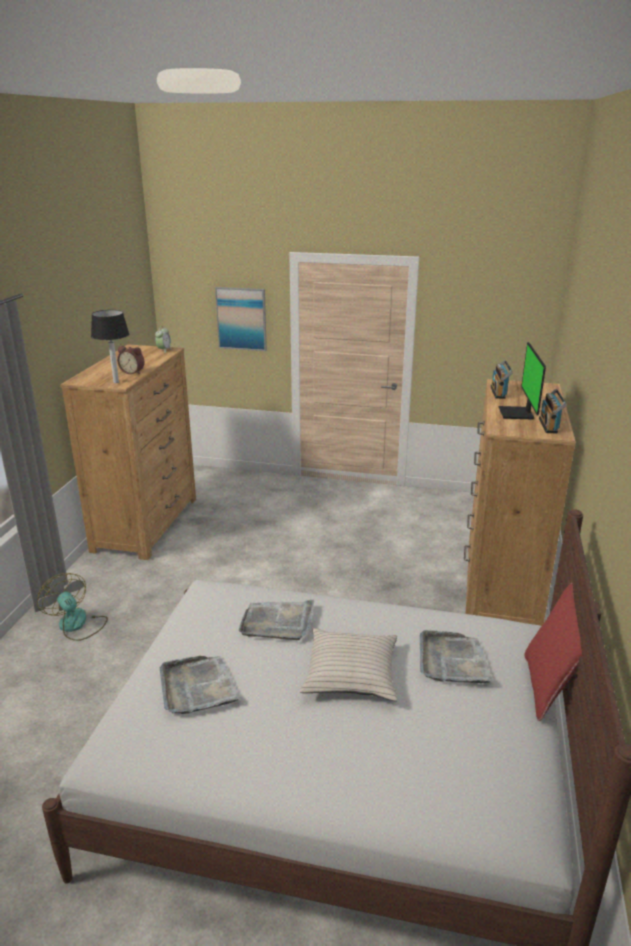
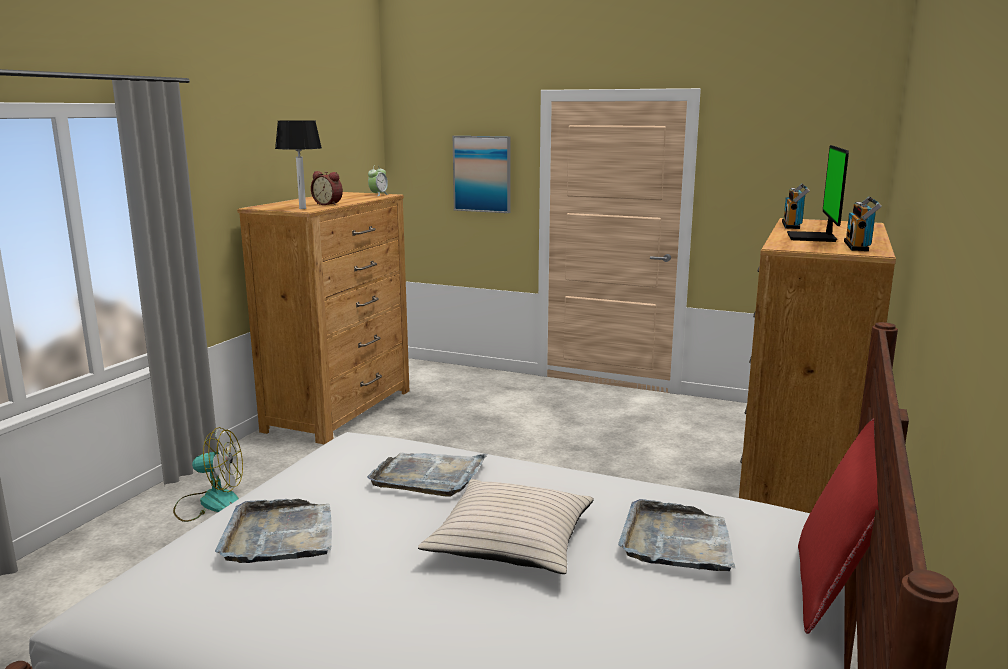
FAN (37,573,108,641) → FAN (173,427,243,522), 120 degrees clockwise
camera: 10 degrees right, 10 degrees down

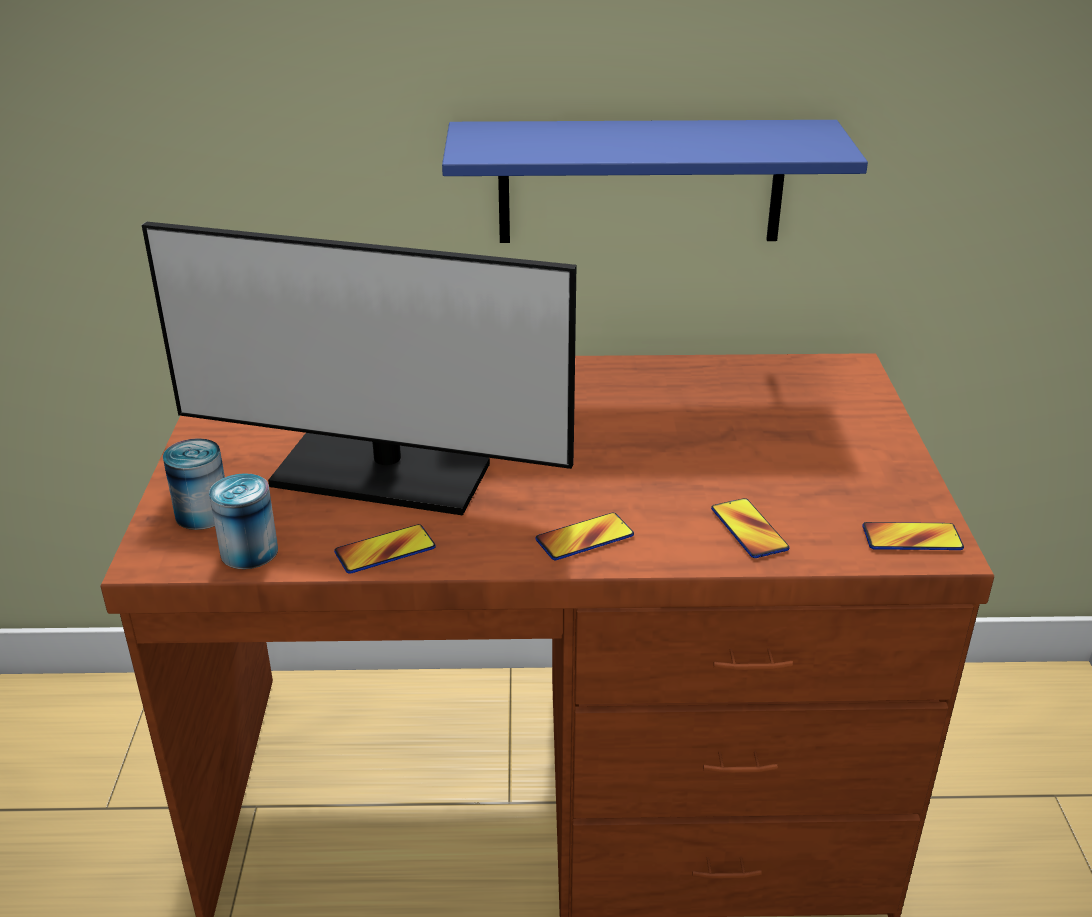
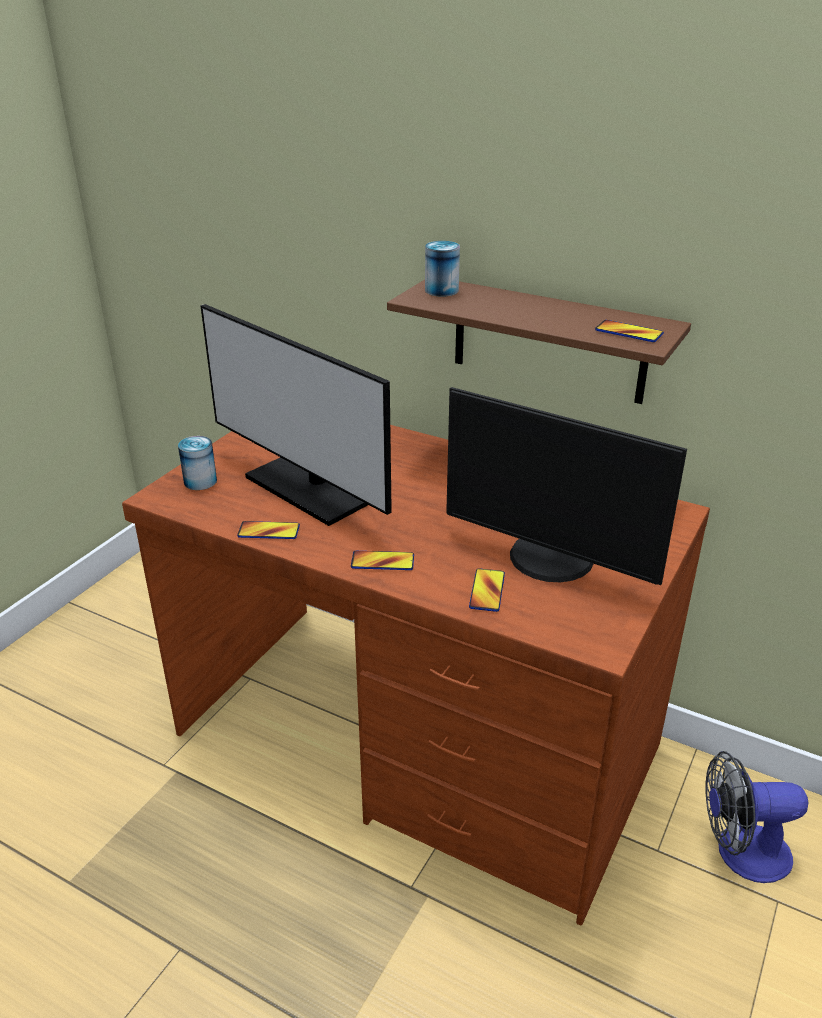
- → MONITOR (446,387,687,585)
- → FAN (705,751,809,883)
CAN (209,473,278,569) → CAN (425,241,460,297), moved
PHONE (862,522,964,550) → PHONE (595,320,664,342), moved
BLUE SHELF (442,120,868,243) → BROWN SHELF (387,280,691,404)
camera: 30 degrees right, 0 degrees up

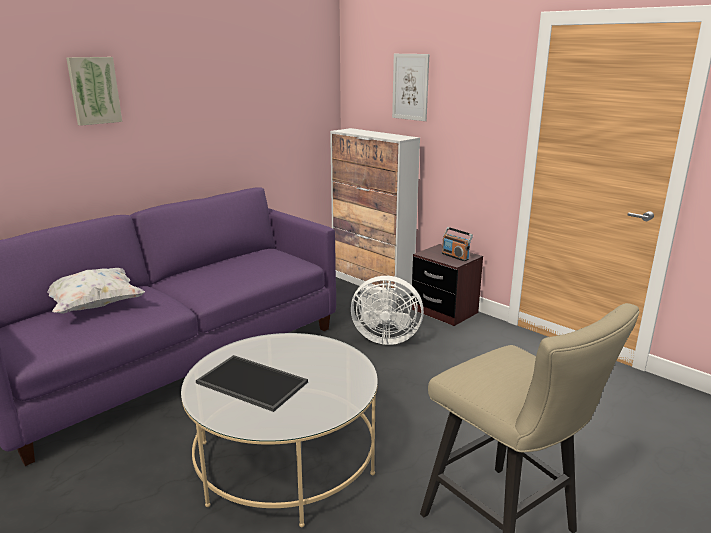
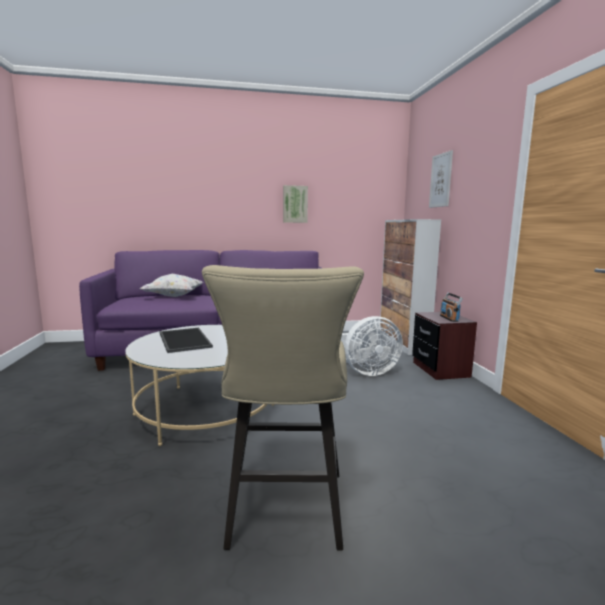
PICTURE (66,57,122,126) → PICTURE (283,185,308,223), moved
WHITE FAN (351,276,424,345) → WHITE FAN (341,316,403,376), 60 degrees counterclockwise
camera: 35 degrees right, 10 degrees down

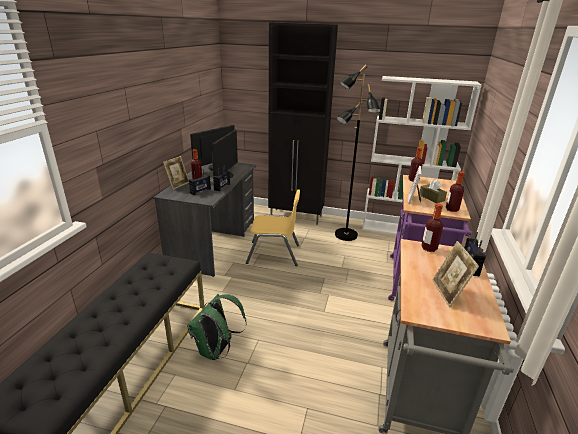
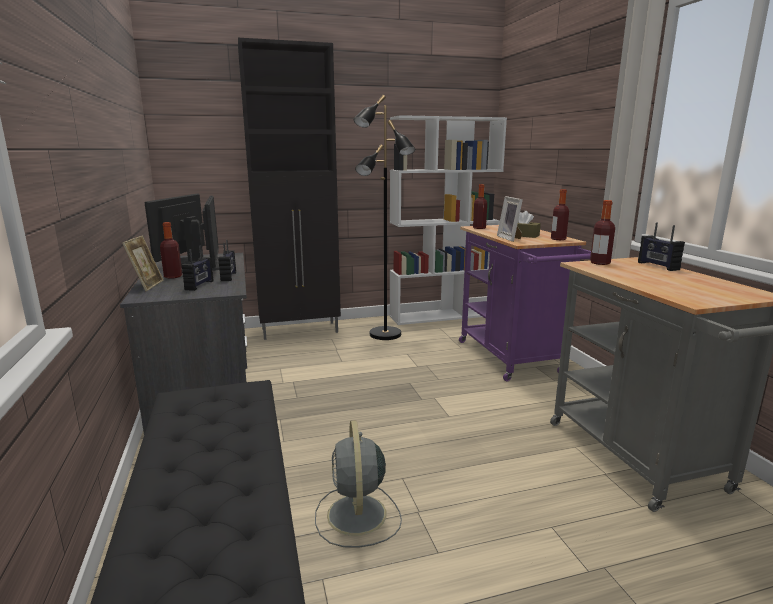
YELLOW CHAIR (246,189,300,266) → -
PICTURE FRAME (432,241,479,307) → -
GREEN BACKPACK (187,294,247,360) → GREY FAN (315,420,402,548)
camera: 30 degrees left, 10 degrees down

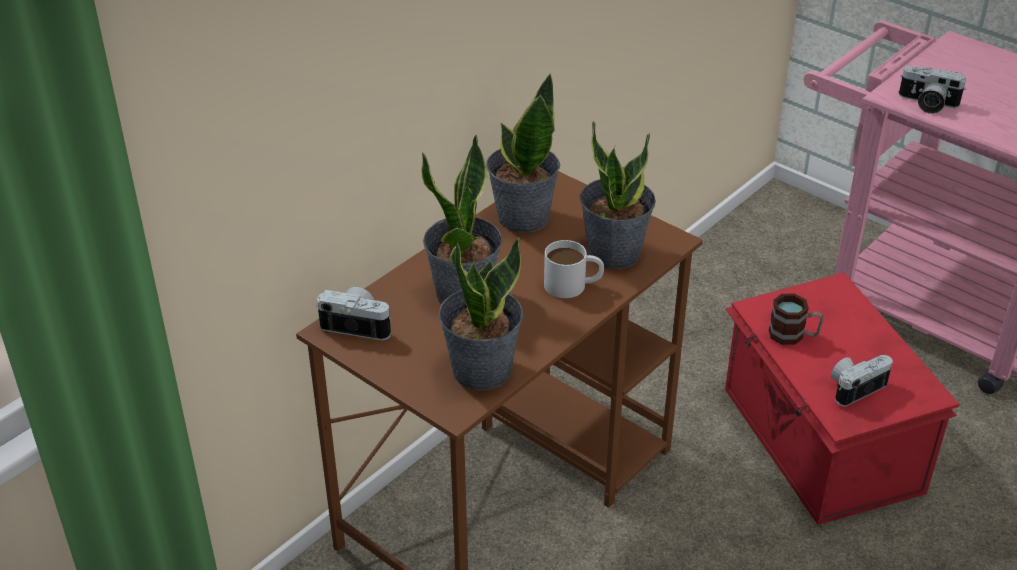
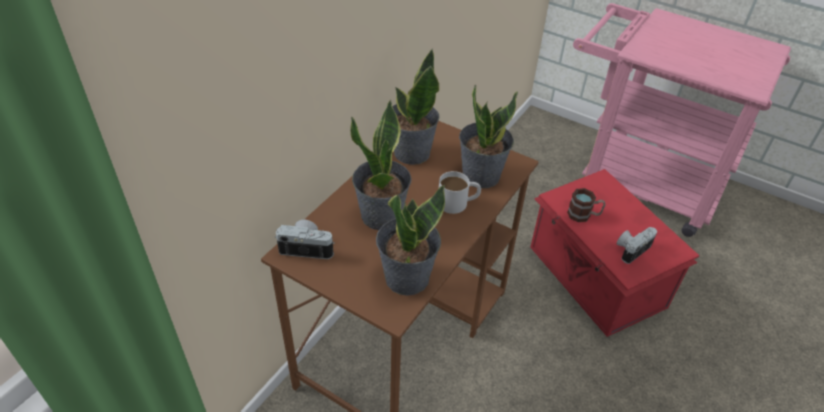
PHOTO CAMERA (898,66,966,114) → -
camera: 10 degrees left, 5 degrees up

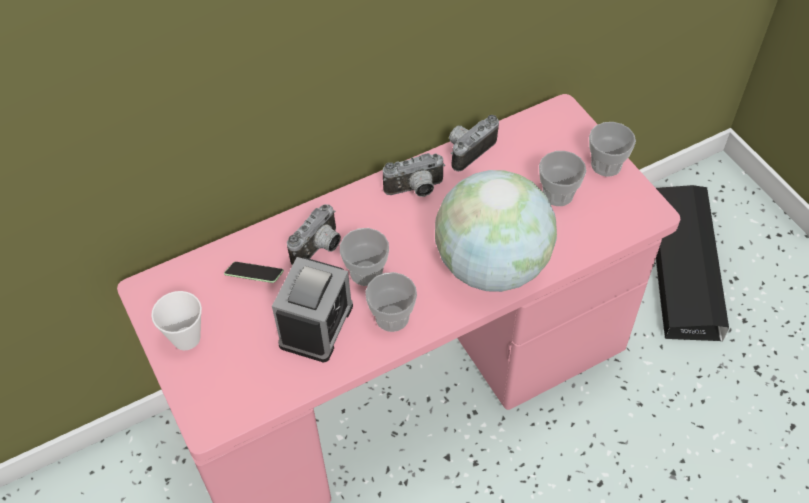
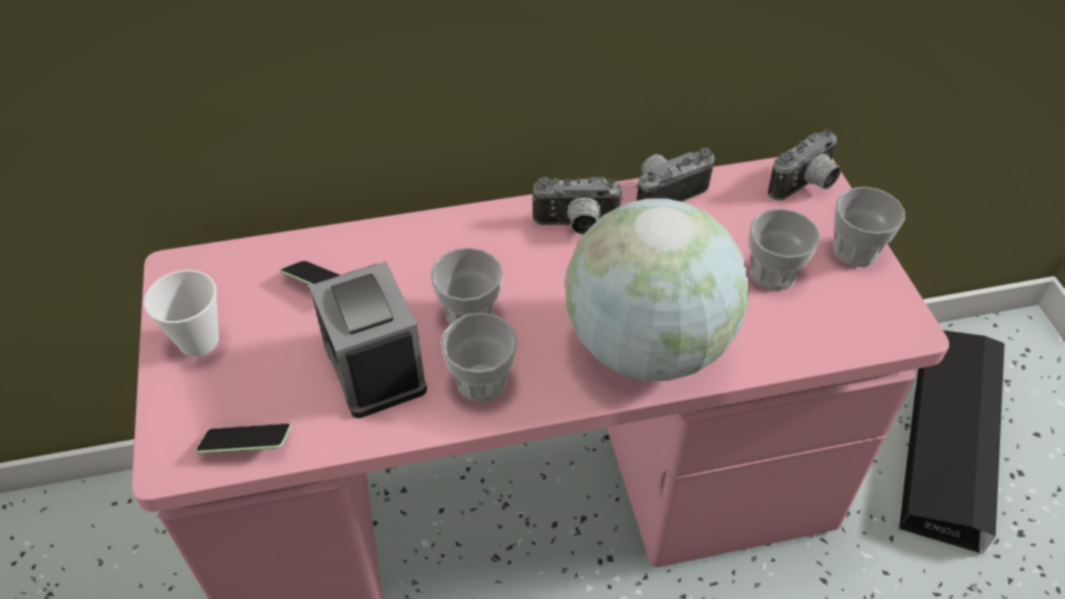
- → PHONE (195,423,291,454)
PHOTO CAMERA (287,204,341,265) → PHOTO CAMERA (768,129,841,201), moved
ALARM CLOCK (272,257,353,362) → ALARM CLOCK (309,261,427,418), 120 degrees clockwise
camera: 15 degrees right, 5 degrees down

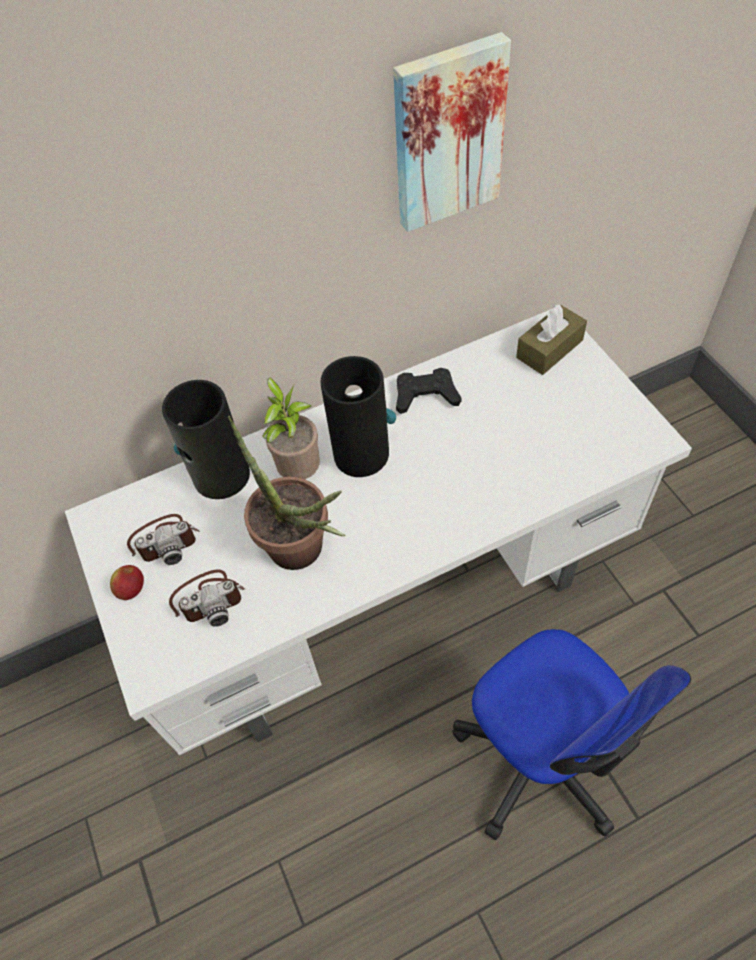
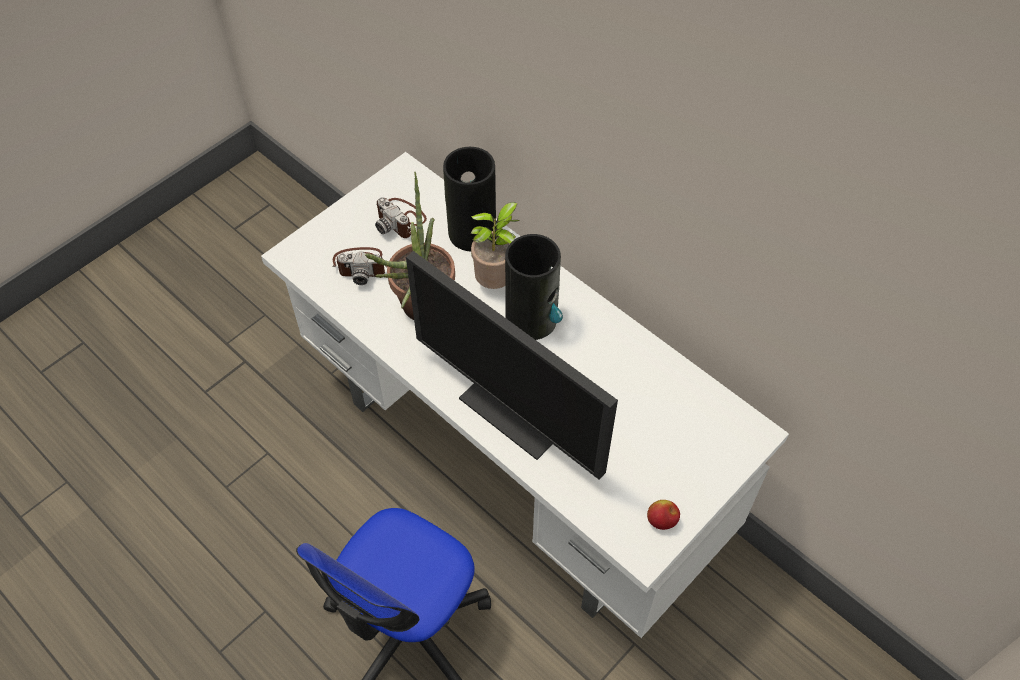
PICTURE (393,32,511,232) → -
BLACK GAME CONTROLLER (396,368,462,414) → -
BROWN TISSUE BOX (516,304,587,375) → -
- → MONITOR (406,251,618,480)
APPLE (110,565,144,600) → APPLE (647,500,680,530), moved
PHOTO CAMERA (169,569,245,627) → PHOTO CAMERA (333,247,387,285), 45 degrees counterclockwise
camera: 65 degrees right, 0 degrees up

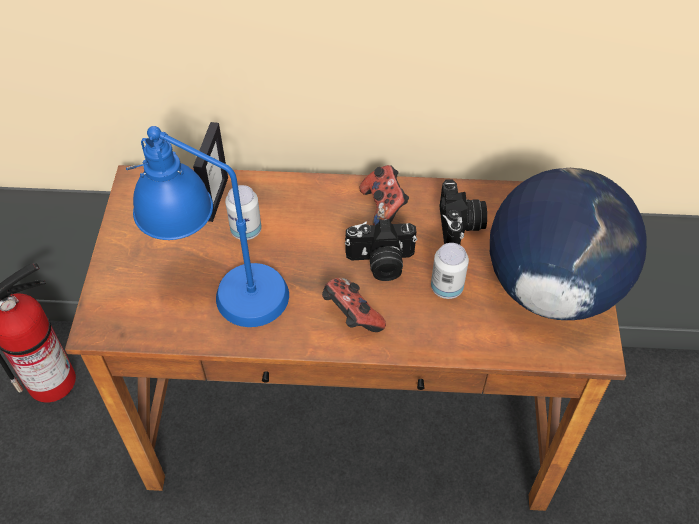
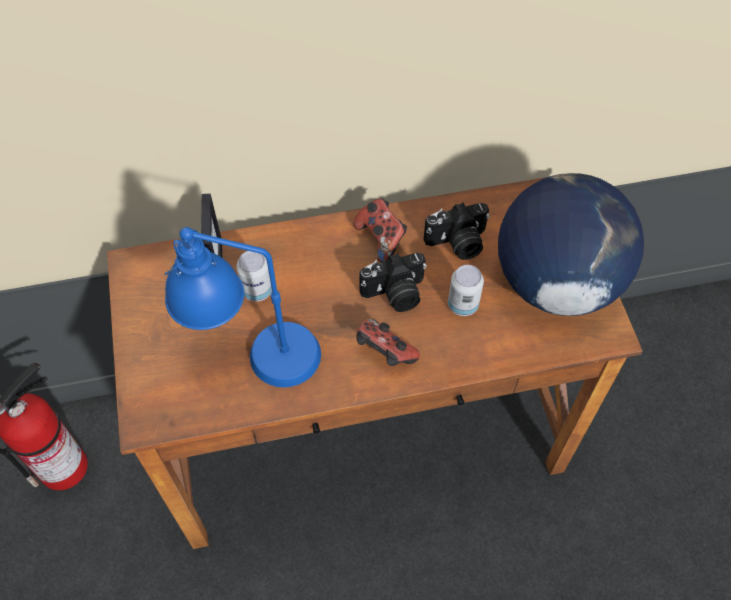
PHOTO CAMERA (440,179,487,245) → PHOTO CAMERA (424,202,490,260), 90 degrees clockwise
camera: 15 degrees left, 5 degrees up

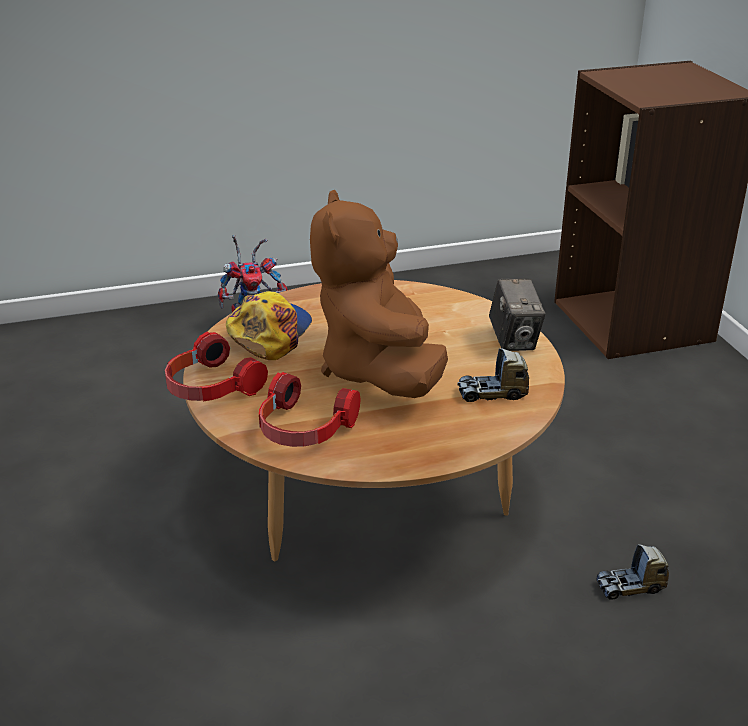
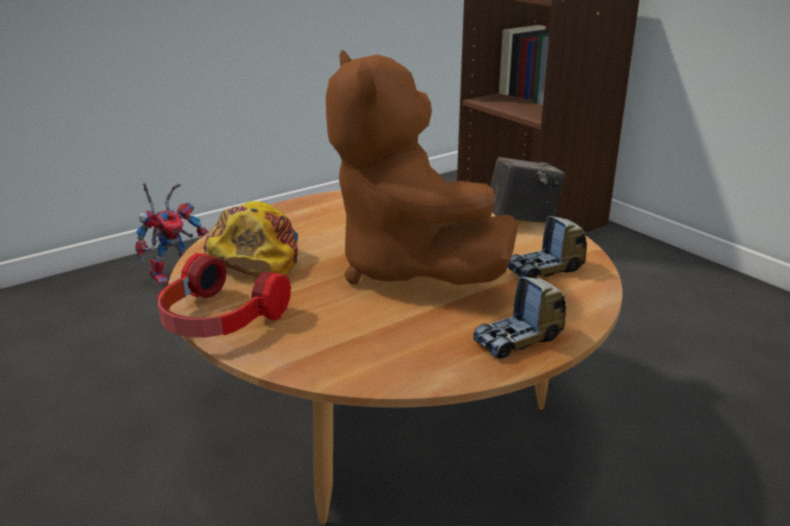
HEADPHONES (259,372,361,447) → -
TOY TRUCK (596,544,669,600) → TOY TRUCK (473,277,566,359), moved
PHOTO CAMERA (489,279,546,351) → PHOTO CAMERA (490,157,565,223), 75 degrees counterclockwise
camera: 20 degrees left, 5 degrees down

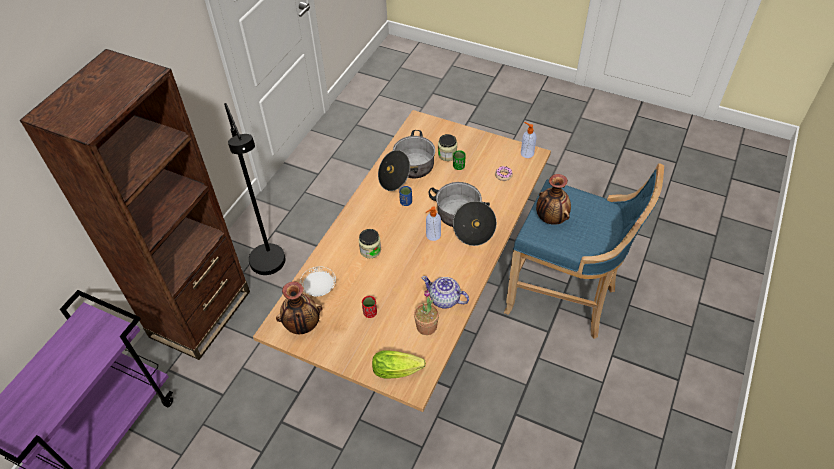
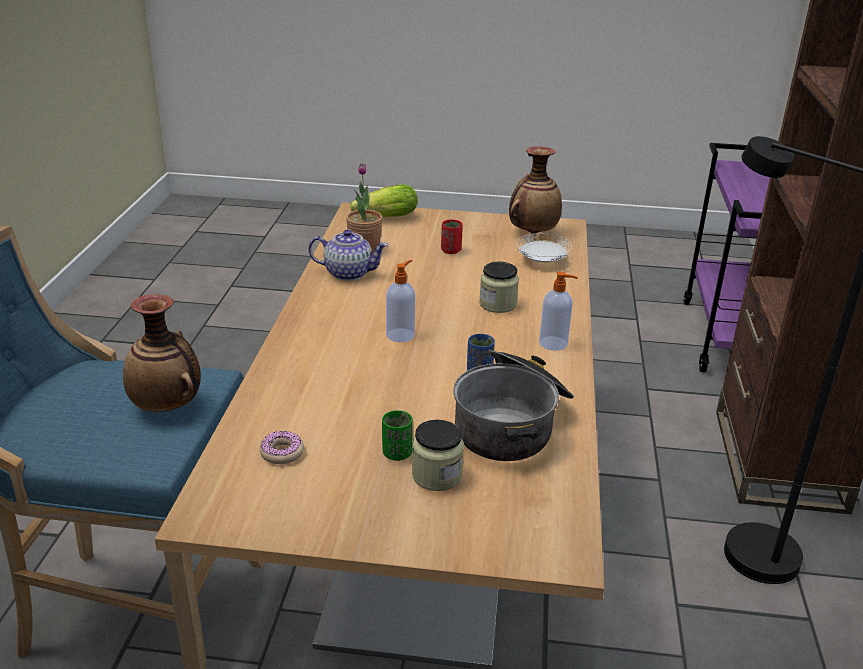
COOKING POT (429,182,497,246) → -
SOAP DISPENSER (521,122,536,158) → SOAP DISPENSER (539,272,578,351), moved
camera: 160 degrees right, 20 degrees down

